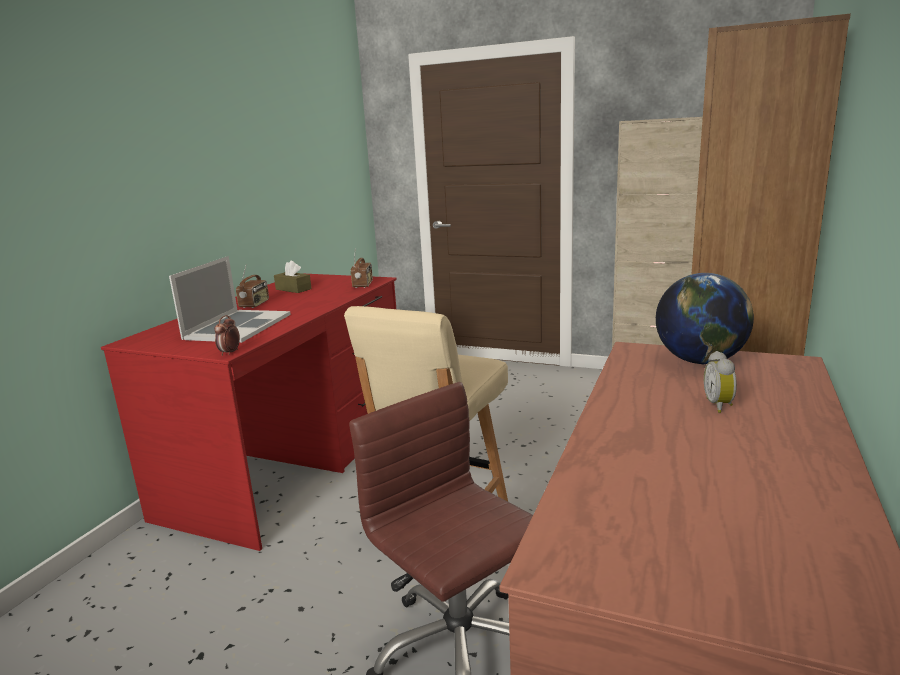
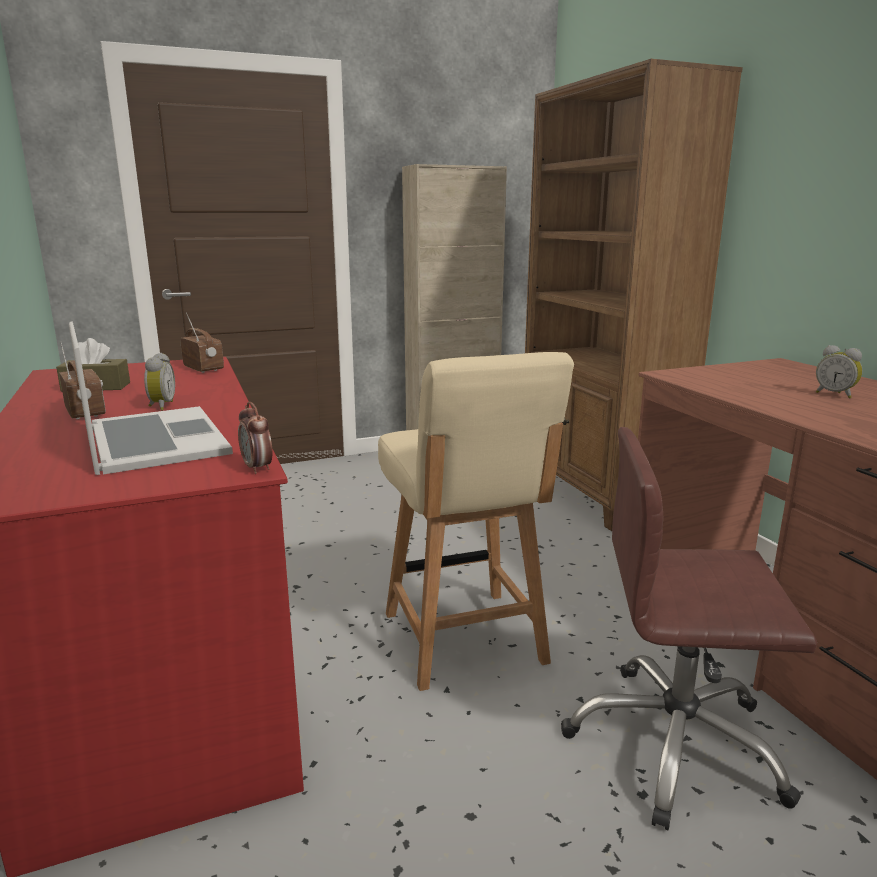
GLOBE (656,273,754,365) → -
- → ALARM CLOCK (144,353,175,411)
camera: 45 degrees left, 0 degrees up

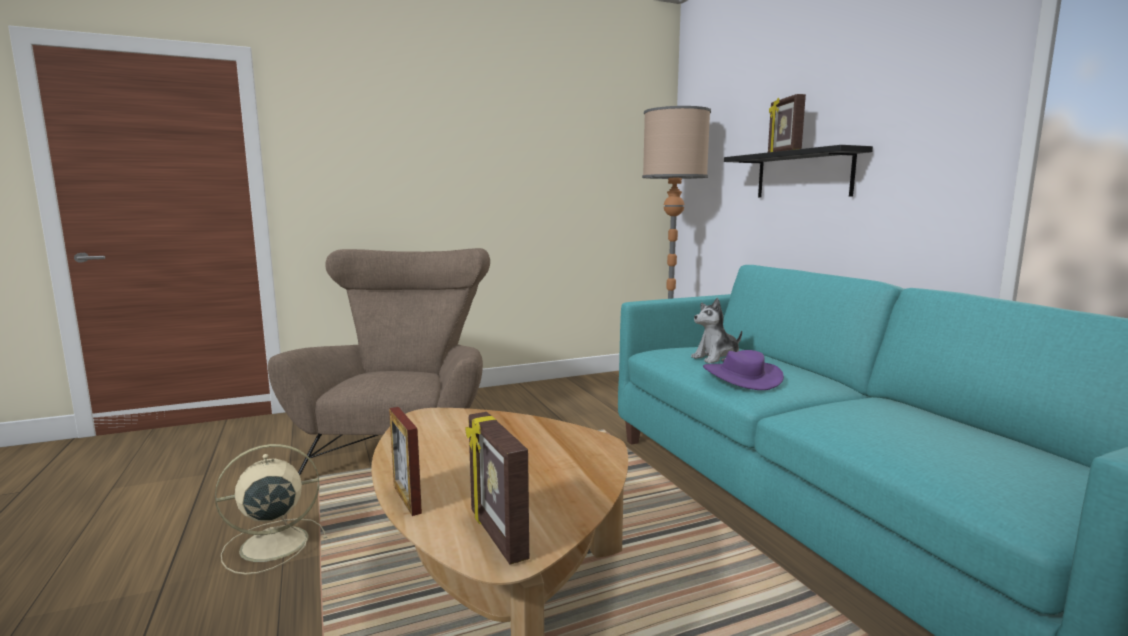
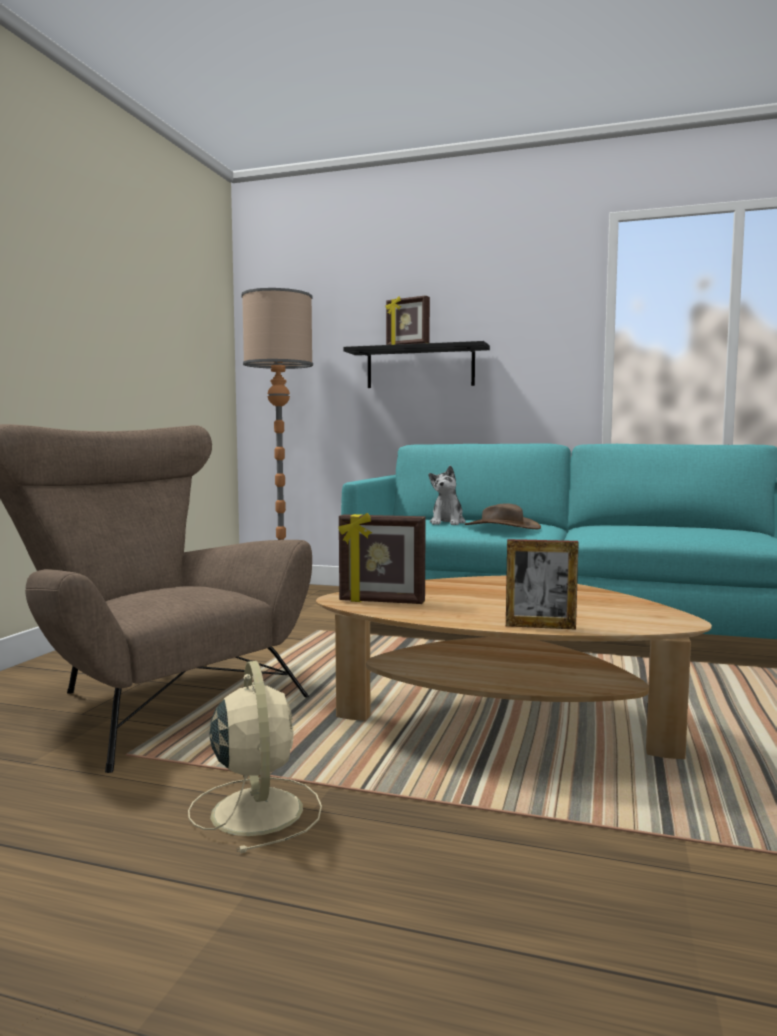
PICTURE FRAME (466,412,529,565) → PICTURE FRAME (338,513,426,604), moved
PURPLE HAT (703,350,784,390) → BROWN HAT (465,503,541,529)
BEIGE FAN (215,444,328,575) → BEIGE FAN (188,661,322,853), 150 degrees clockwise
camera: 50 degrees left, 5 degrees down

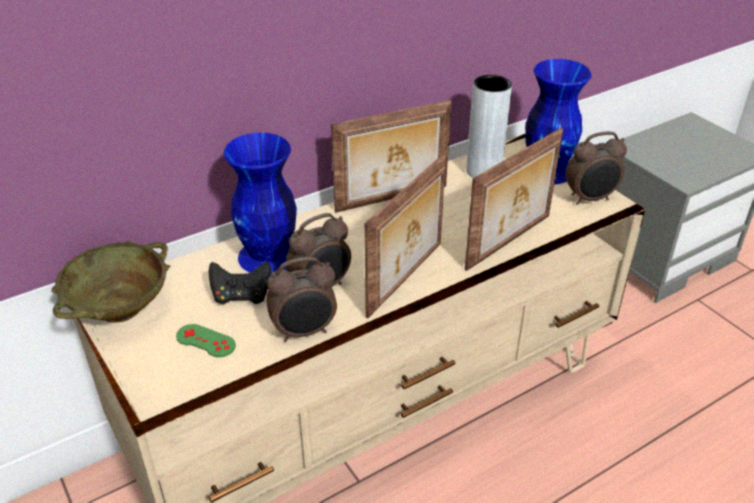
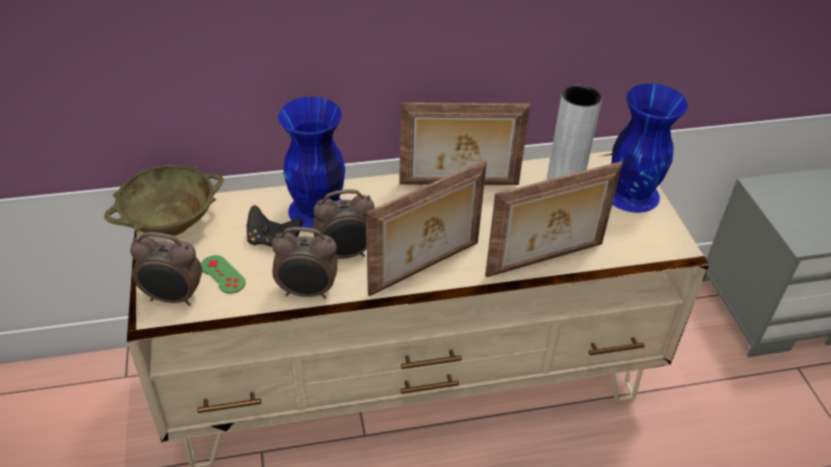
ALARM CLOCK (565,131,627,205) → ALARM CLOCK (130,232,202,306), moved
camera: 20 degrees right, 5 degrees up

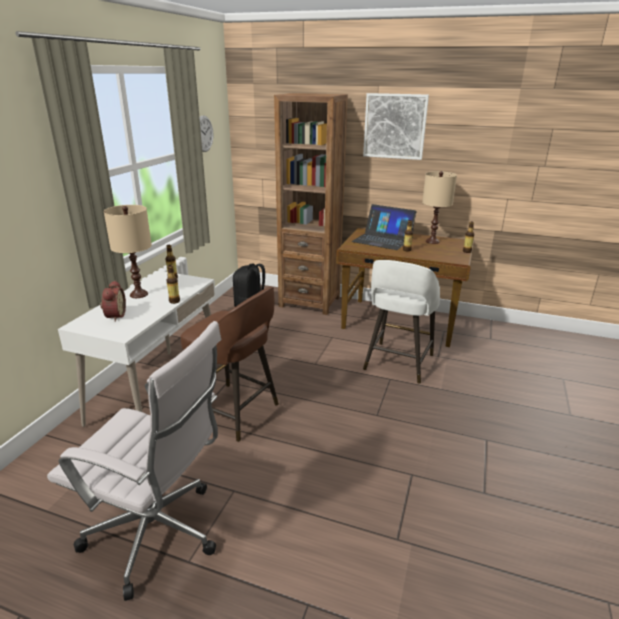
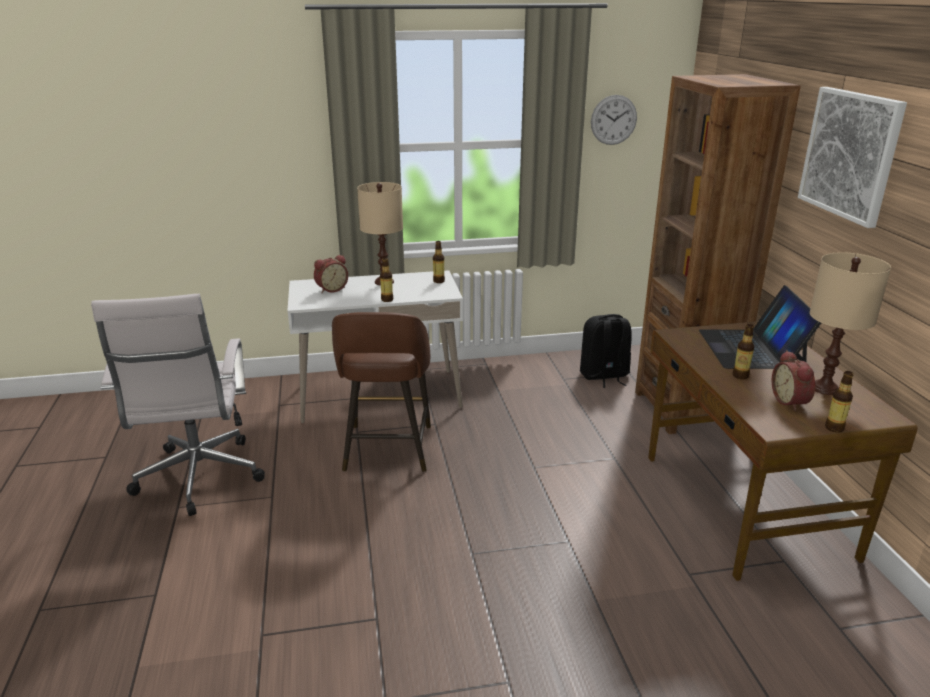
WHITE STOOL (363,260,440,384) → -
- → ALARM CLOCK (772,350,815,411)
camera: 60 degrees right, 0 degrees up

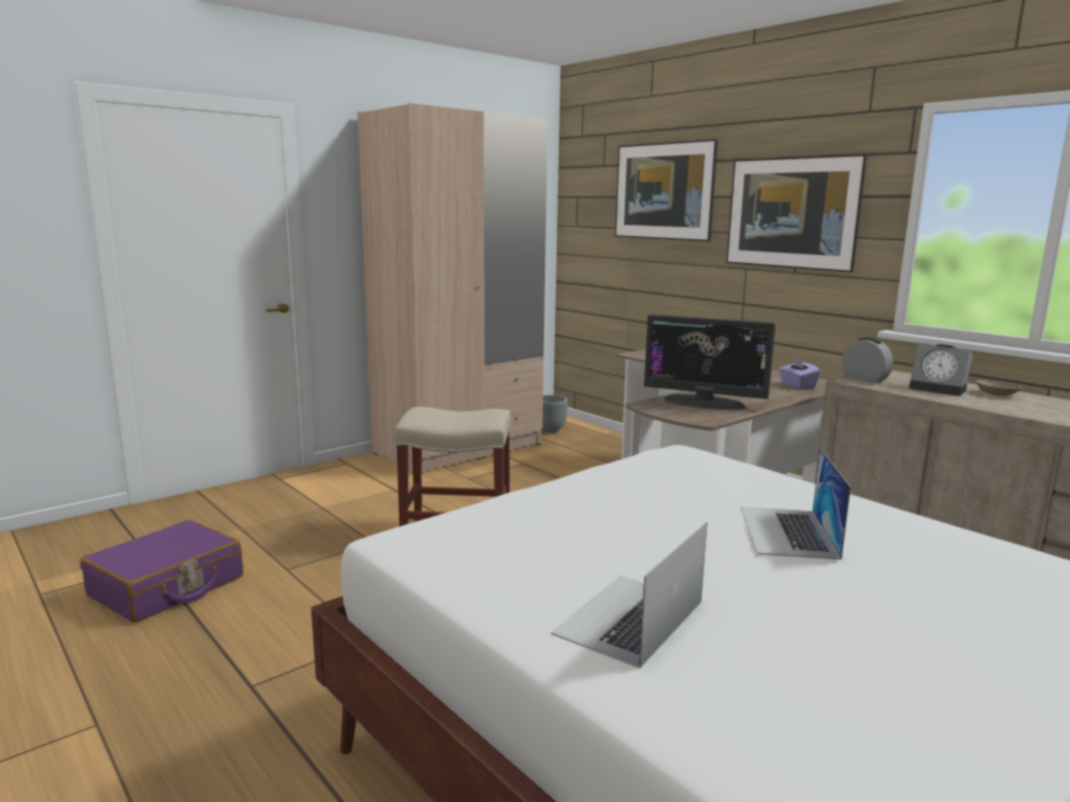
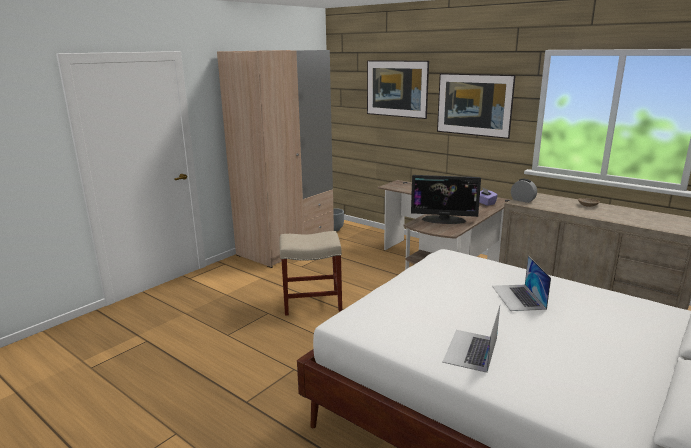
PURPLE SUITCASE (80,520,243,623) → -
ALARM CLOCK (909,344,973,396) → -
camera: 10 degrees left, 5 degrees up

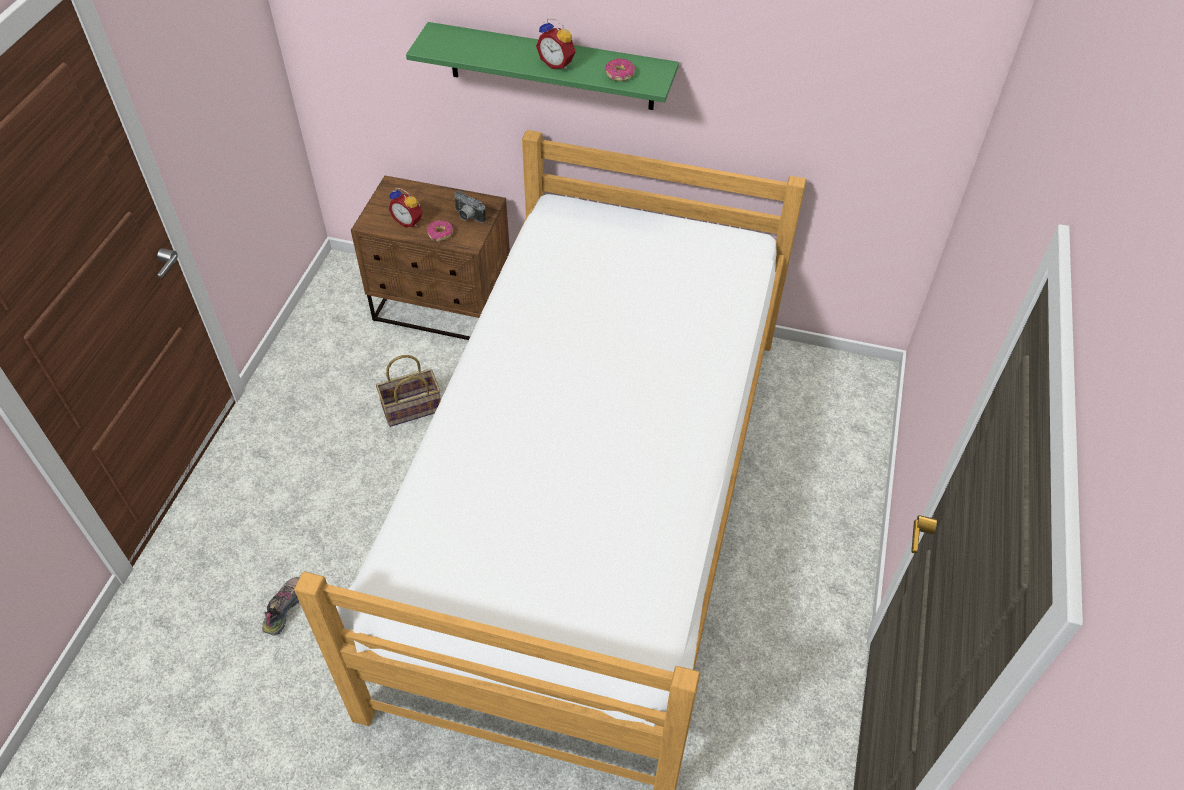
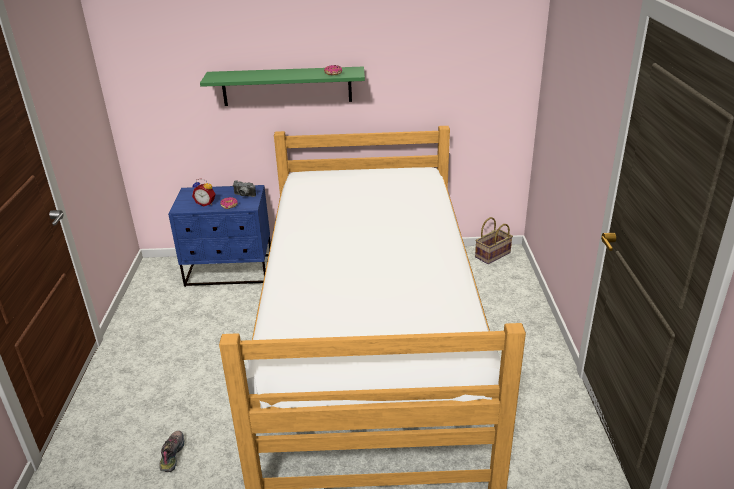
ALARM CLOCK (536,18,576,70) → -
BASKET (376,355,441,427) → BASKET (475,217,513,264), moved
BROWN NIGHTSTAND (351,176,510,340) → BLUE NIGHTSTAND (168,185,271,287)
camera: 15 degrees left, 20 degrees down

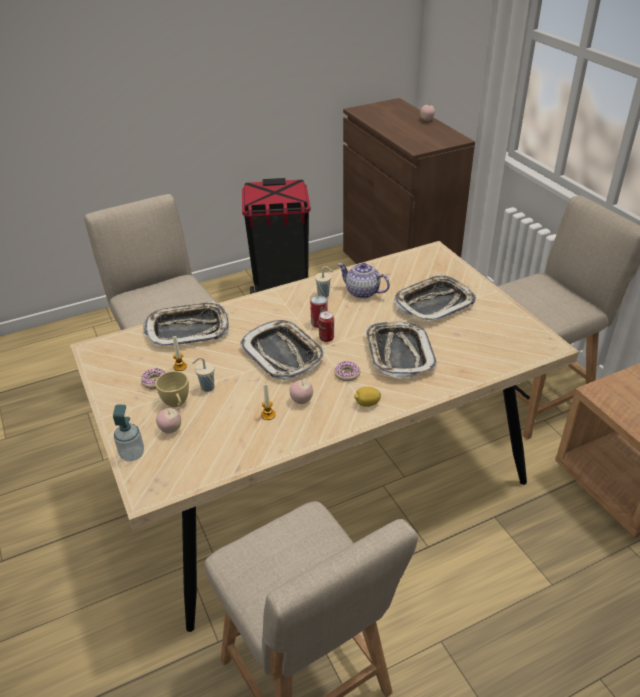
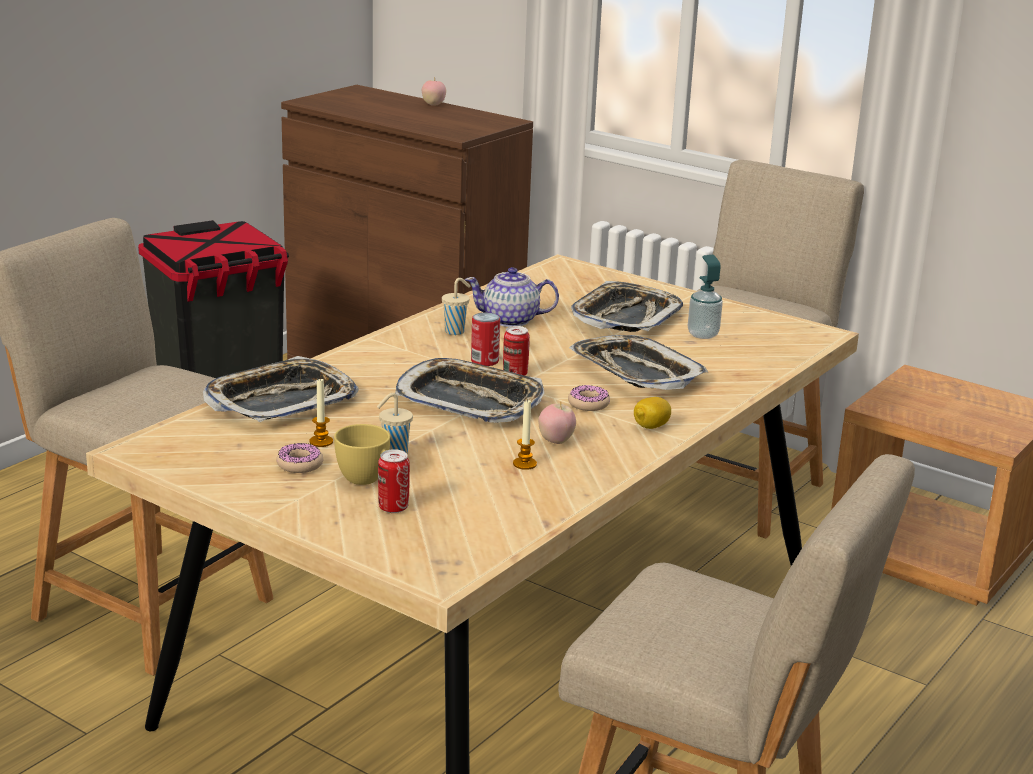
SOAP DISPENSER (113,404,144,462) → SOAP DISPENSER (688,255,723,339), moved
APPLE (156,408,181,433) → CAN (378,449,410,513)
camera: 30 degrees left, 15 degrees down

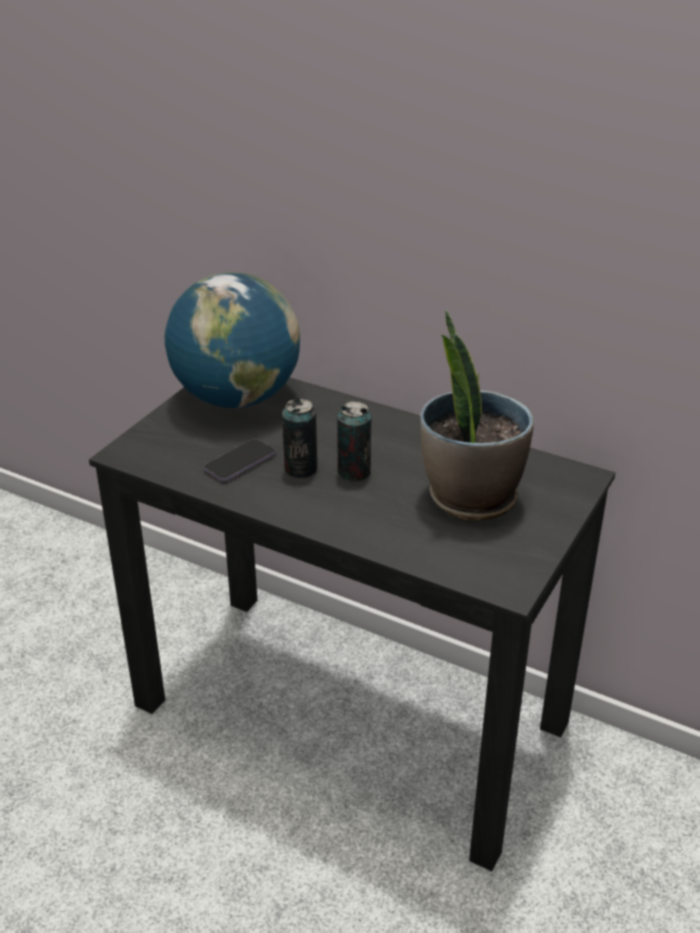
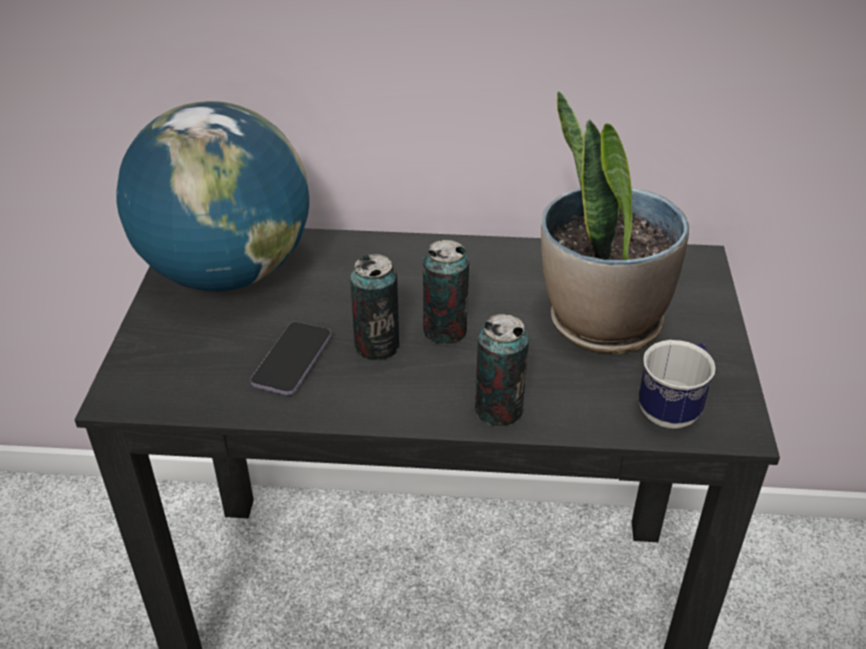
- → CAN (475,314,529,426)
- → MUG (639,340,715,429)
camera: 25 degrees left, 5 degrees up

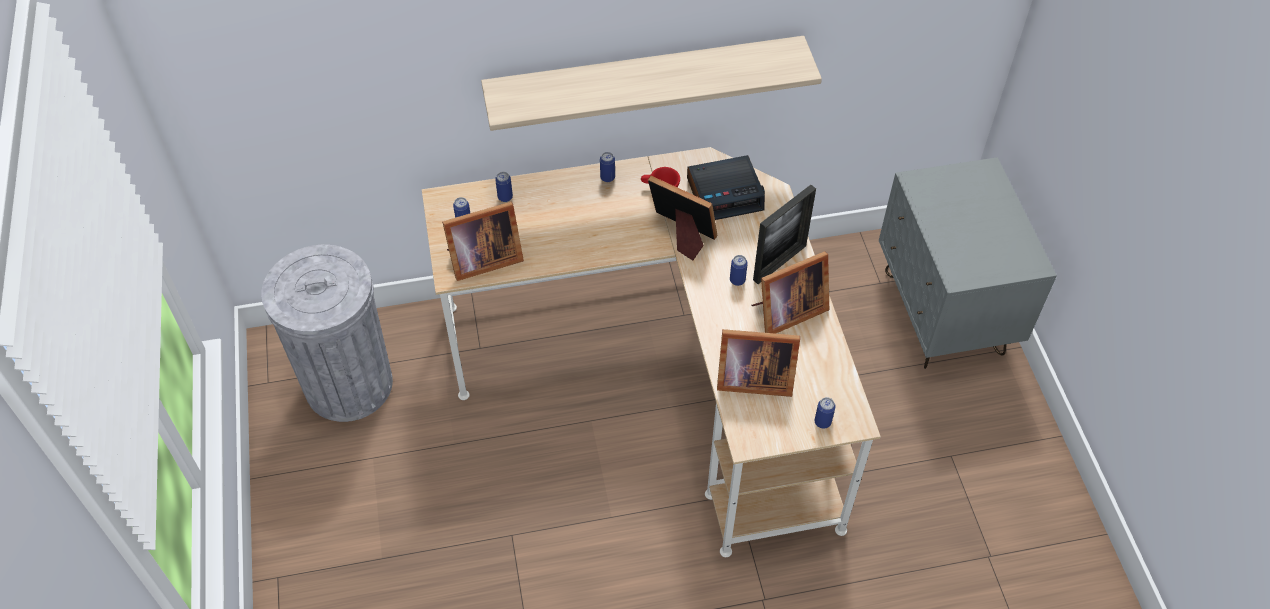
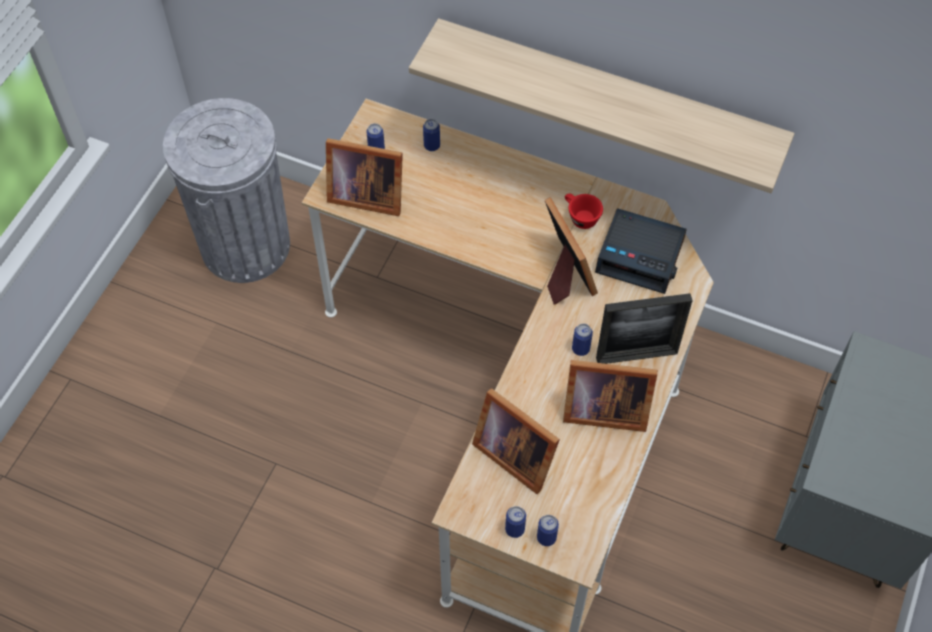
CAN (600,152,615,182) → CAN (505,506,526,538), moved
camera: 35 degrees right, 5 degrees up

